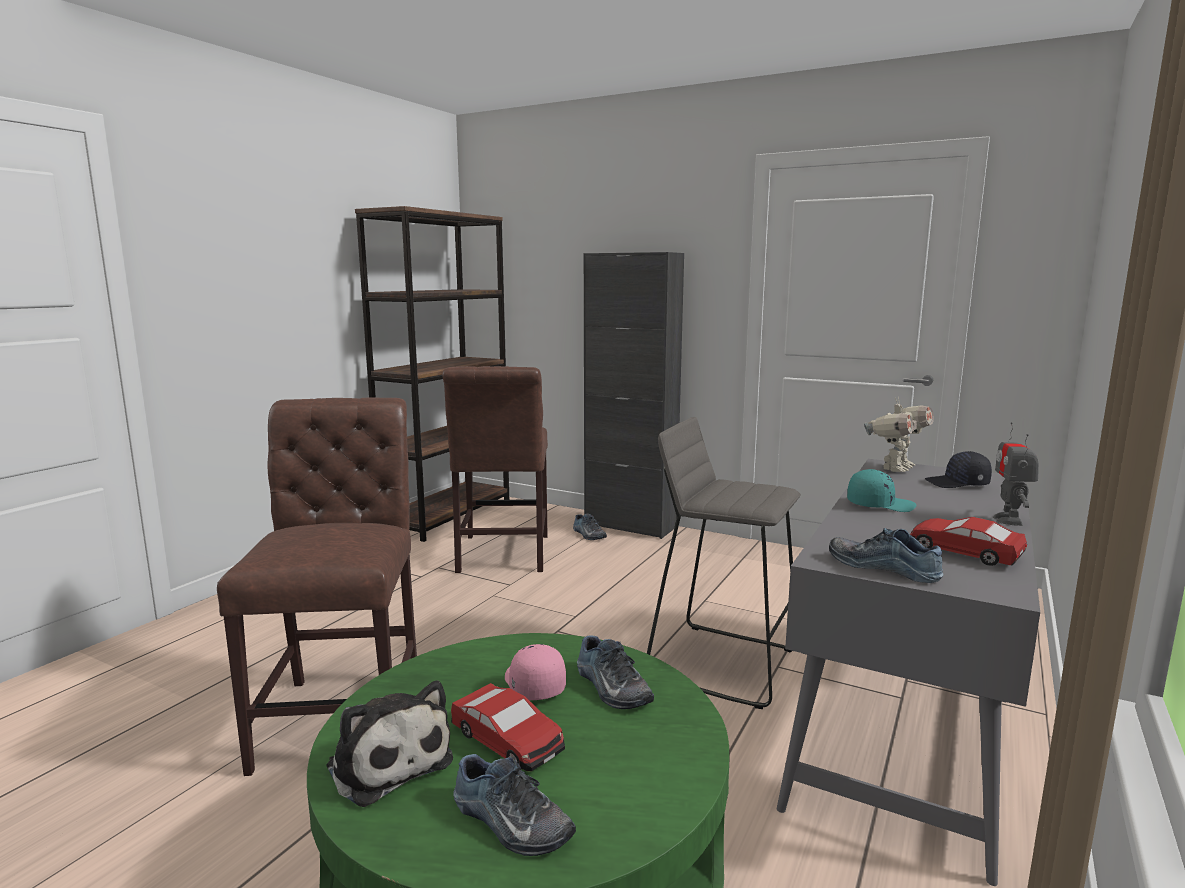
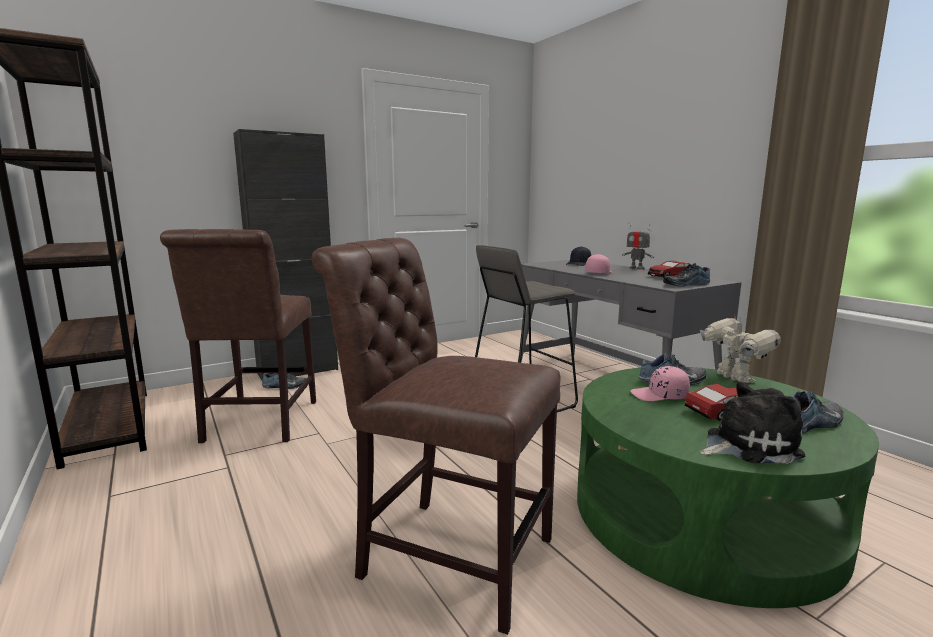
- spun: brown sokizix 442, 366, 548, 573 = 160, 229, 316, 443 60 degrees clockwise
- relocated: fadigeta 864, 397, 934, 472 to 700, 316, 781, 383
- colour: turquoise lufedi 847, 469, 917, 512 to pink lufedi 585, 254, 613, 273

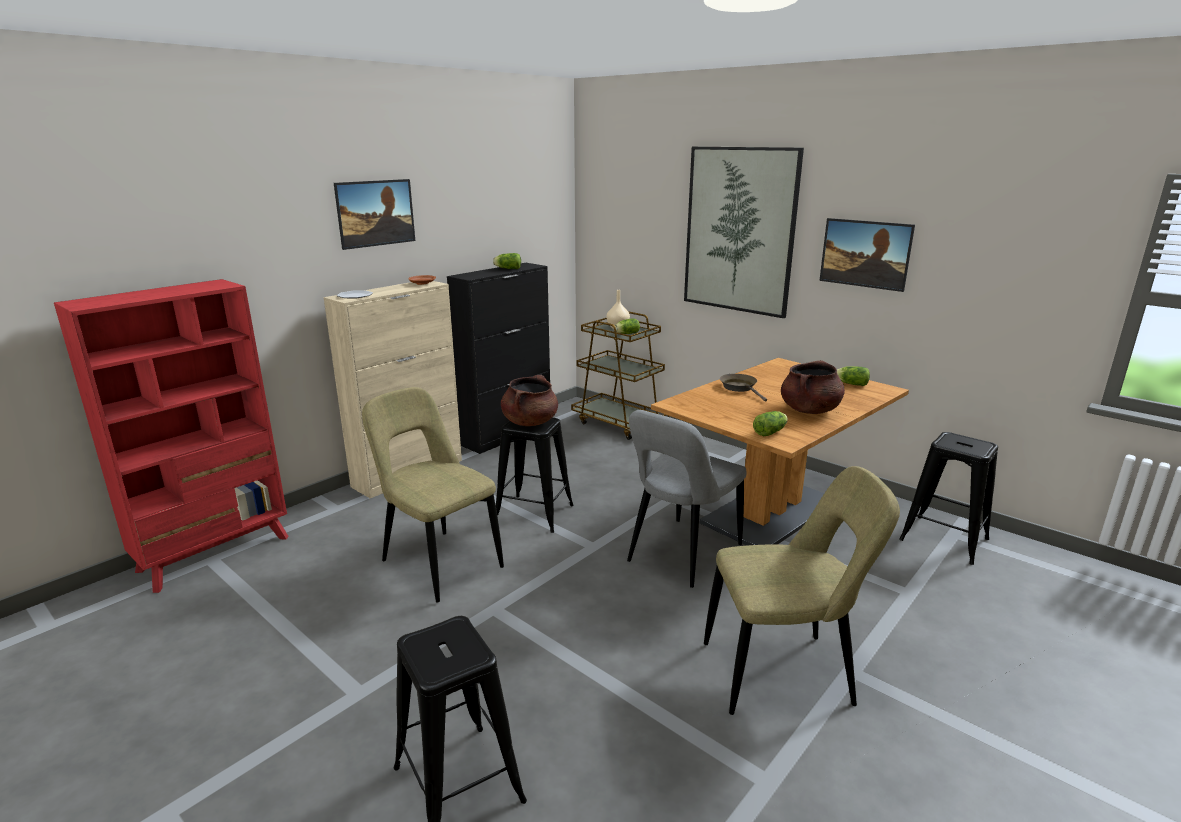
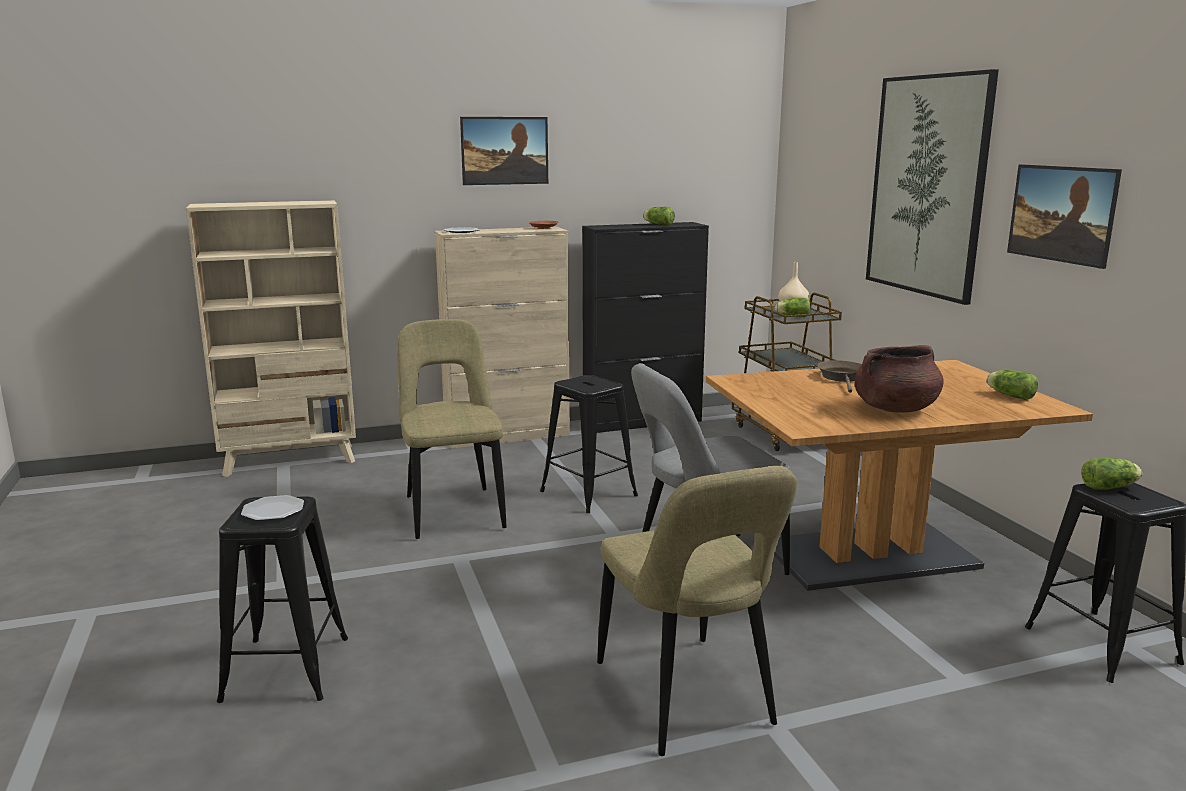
- colour: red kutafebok 54, 279, 288, 593 to beige kutafebok 186, 200, 356, 477
- missing: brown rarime 501, 375, 558, 426
- relocated: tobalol 753, 411, 788, 436 to 1081, 458, 1142, 490
- spun: beige sokizix 704, 466, 900, 715 = 597, 466, 797, 756 45 degrees clockwise
- appeared: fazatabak 241, 495, 304, 521

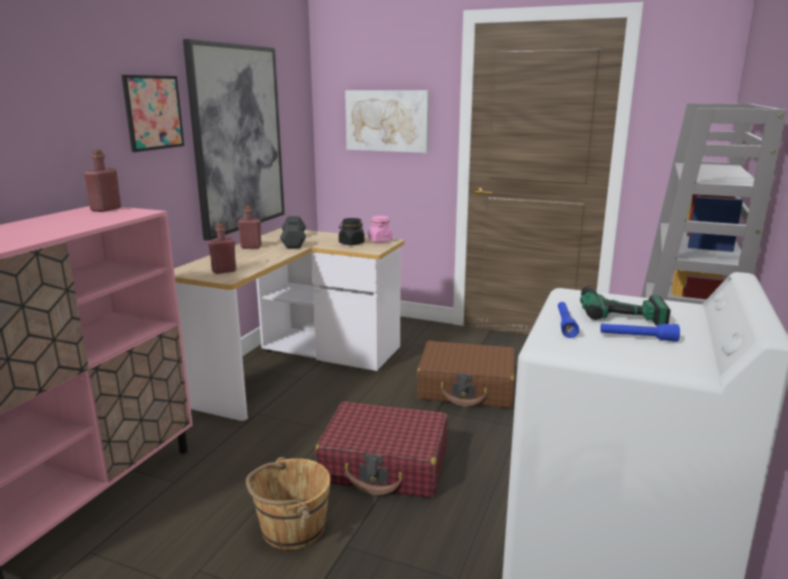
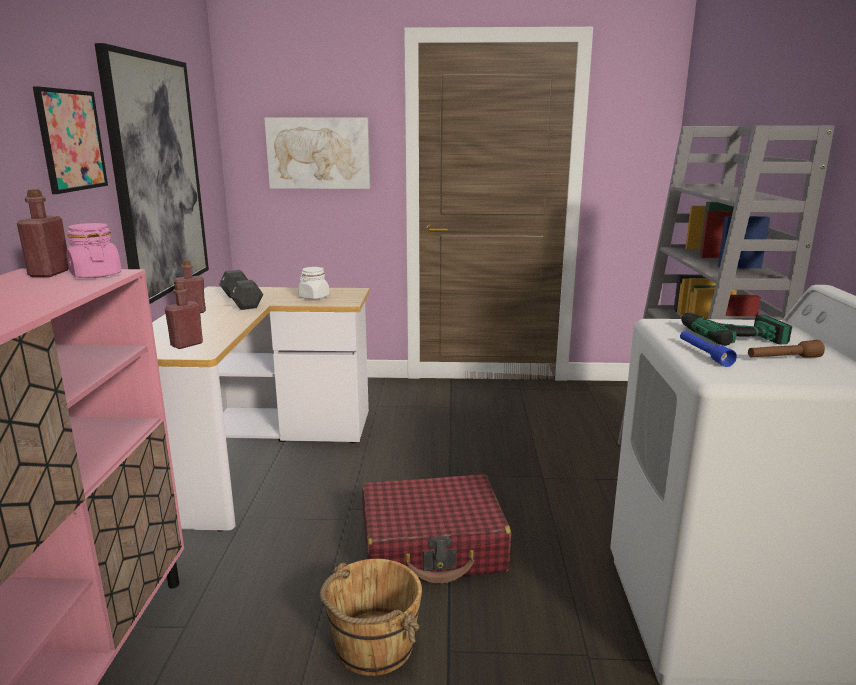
- relocated: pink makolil 369, 216, 392, 242 to 66, 223, 122, 278
- colour: black makolil 339, 218, 365, 245 to white makolil 298, 267, 329, 299
- colour: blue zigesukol 600, 324, 680, 342 to brown zigesukol 748, 340, 825, 357
- missing: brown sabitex 417, 341, 515, 408

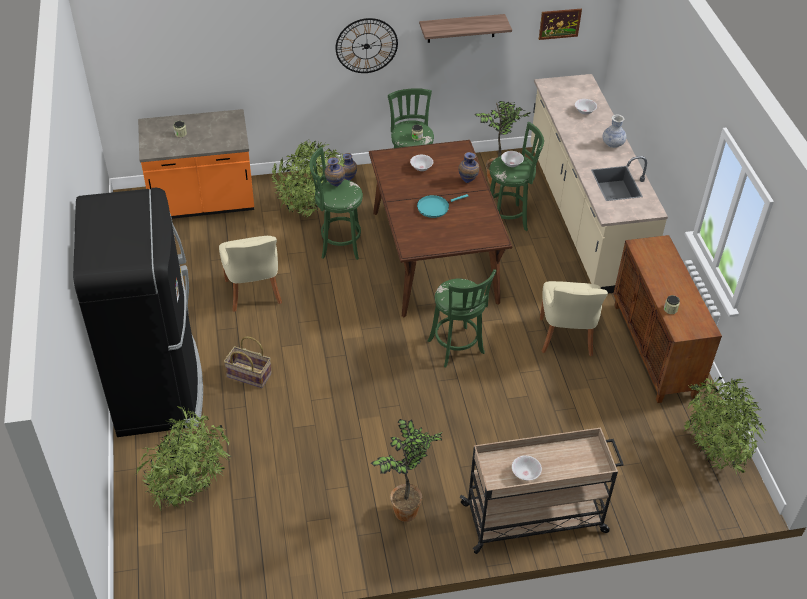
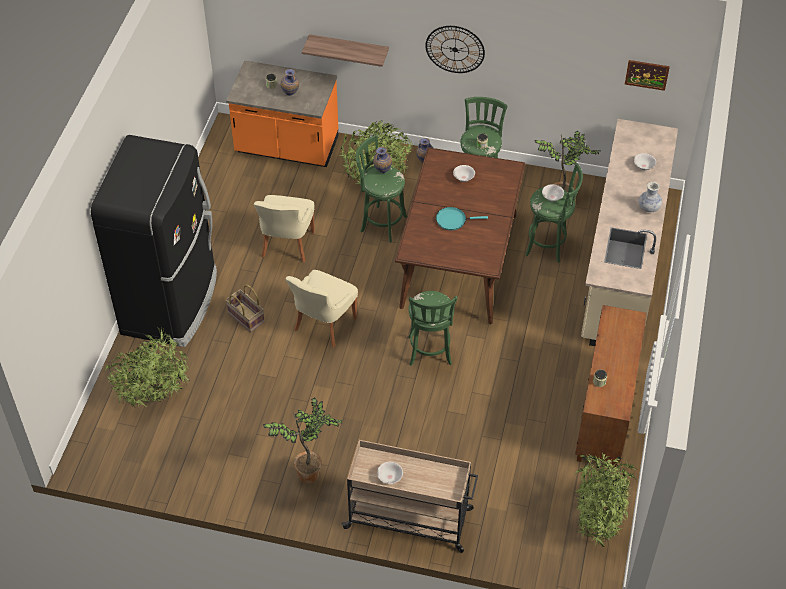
- relocated: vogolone 419, 14, 512, 43 to 302, 34, 389, 67
- relocated: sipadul 459, 152, 479, 183 to 281, 69, 299, 96
- relocated: beige sokizix 540, 281, 608, 356 to 285, 270, 358, 347

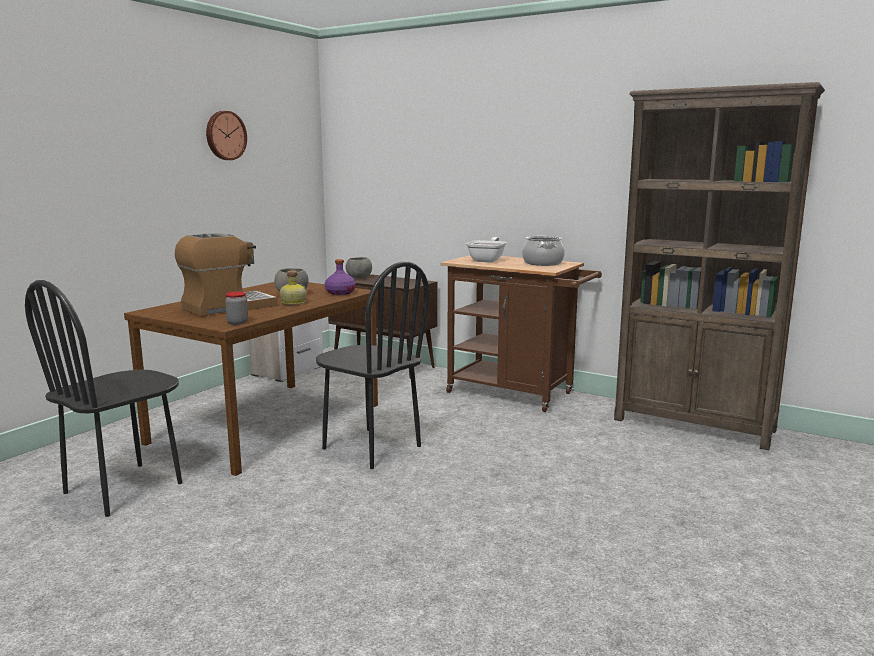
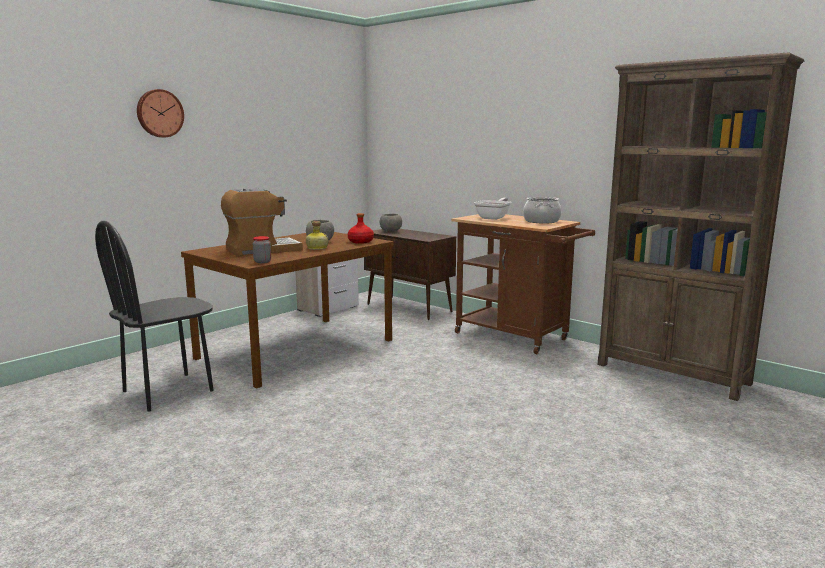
- relocated: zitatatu 206, 111, 247, 160 to 137, 89, 184, 138
- colour: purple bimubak 325, 259, 356, 295 to red bimubak 348, 213, 374, 244
- missing: black sokizix 316, 261, 429, 469

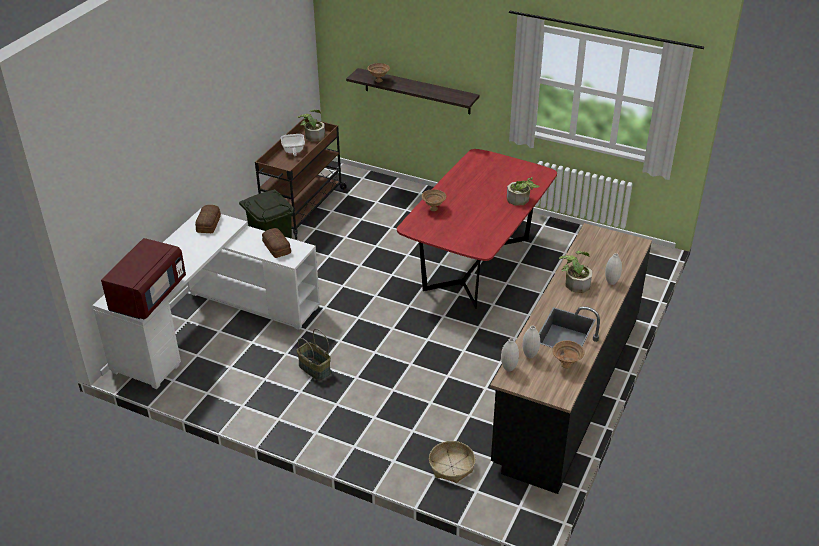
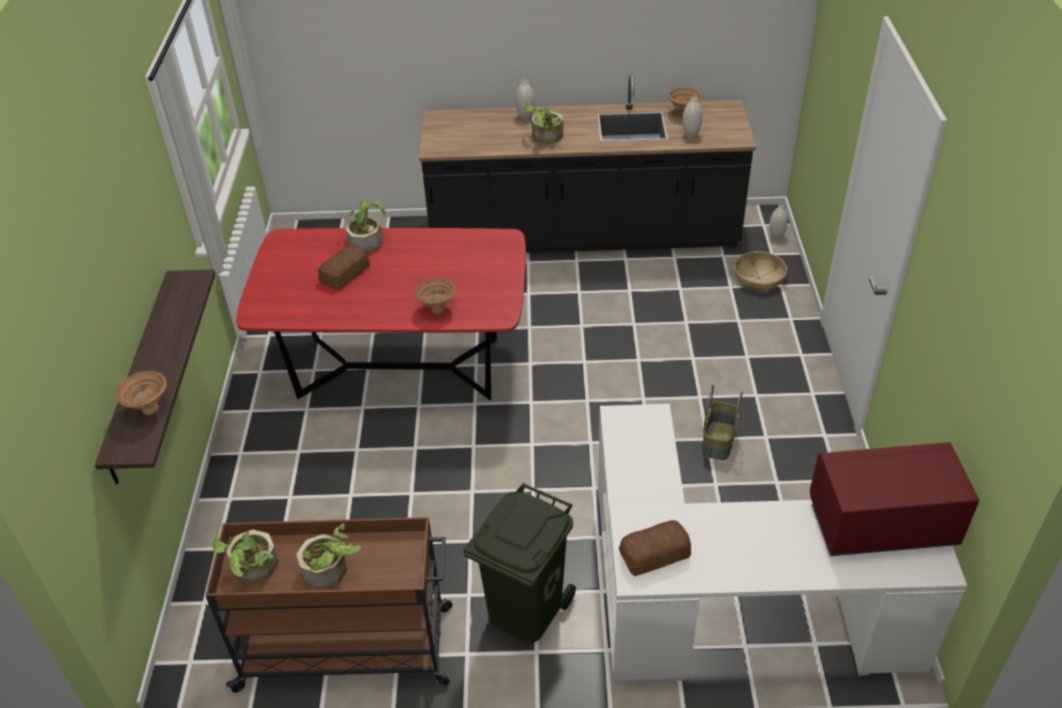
- exchanged: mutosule 281, 134, 305, 156 to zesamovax 296, 523, 361, 590
- relocated: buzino 262, 228, 291, 258 to 318, 245, 370, 290
- relocated: white sipadul 501, 338, 519, 371 to 769, 204, 788, 240

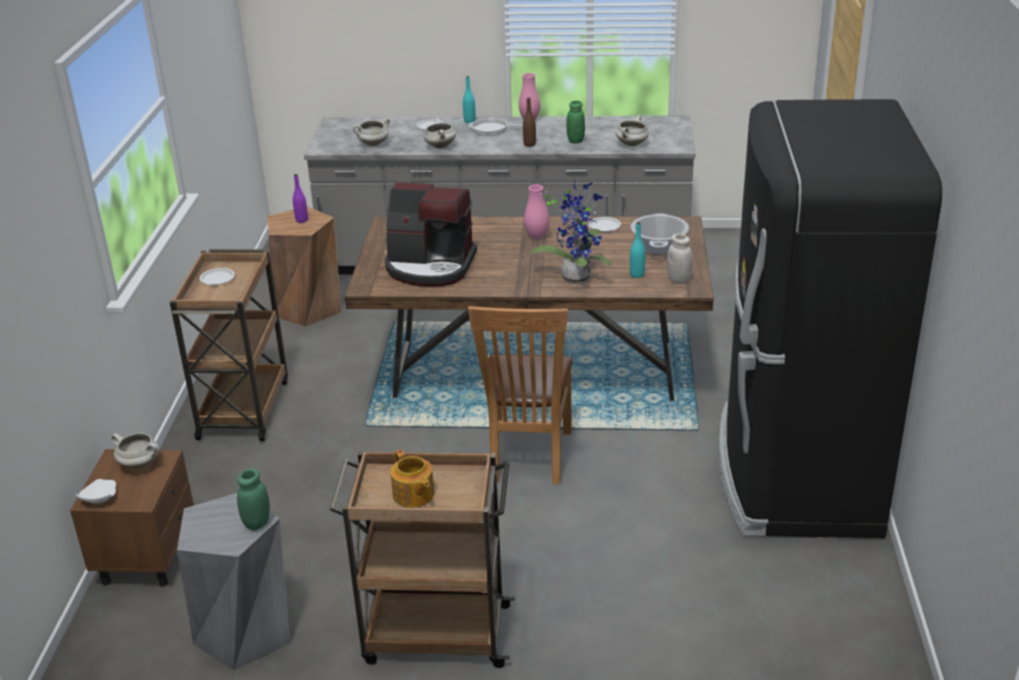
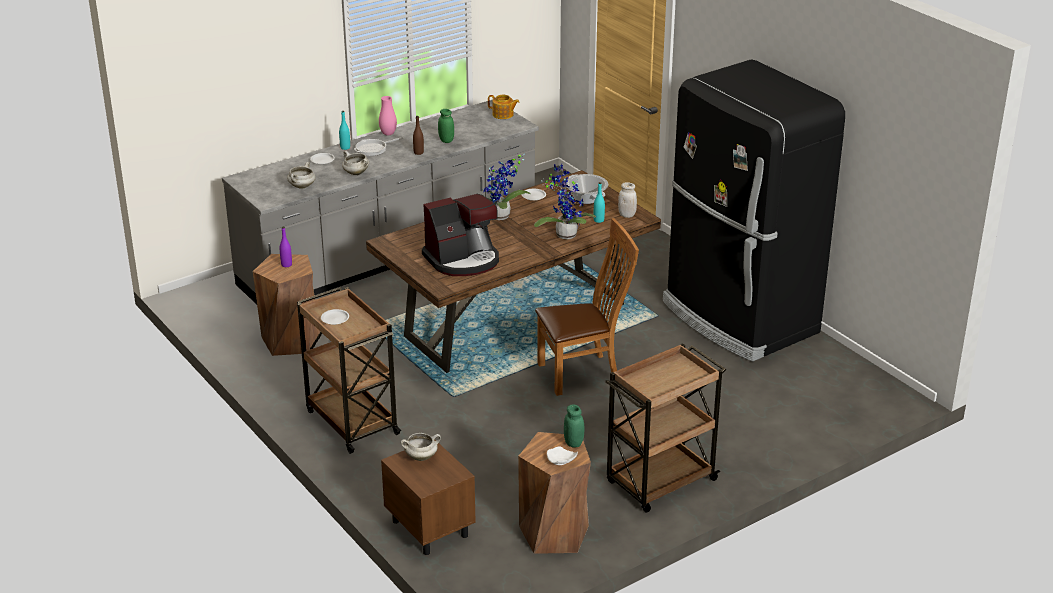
- missing: white rarime 616, 116, 649, 146
- exchanged: pink sipadul 524, 184, 549, 239 to zesamovax 483, 154, 531, 220
- spun: brown sokizix 468, 306, 573, 484 = 535, 218, 639, 396 75 degrees counterclockwise
- relocated: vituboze 391, 449, 434, 508 to 488, 95, 519, 119
- relocated: white fazatabak 75, 479, 116, 504 to 547, 446, 578, 465
- colour: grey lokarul 177, 493, 290, 671 to brown lokarul 518, 432, 591, 554

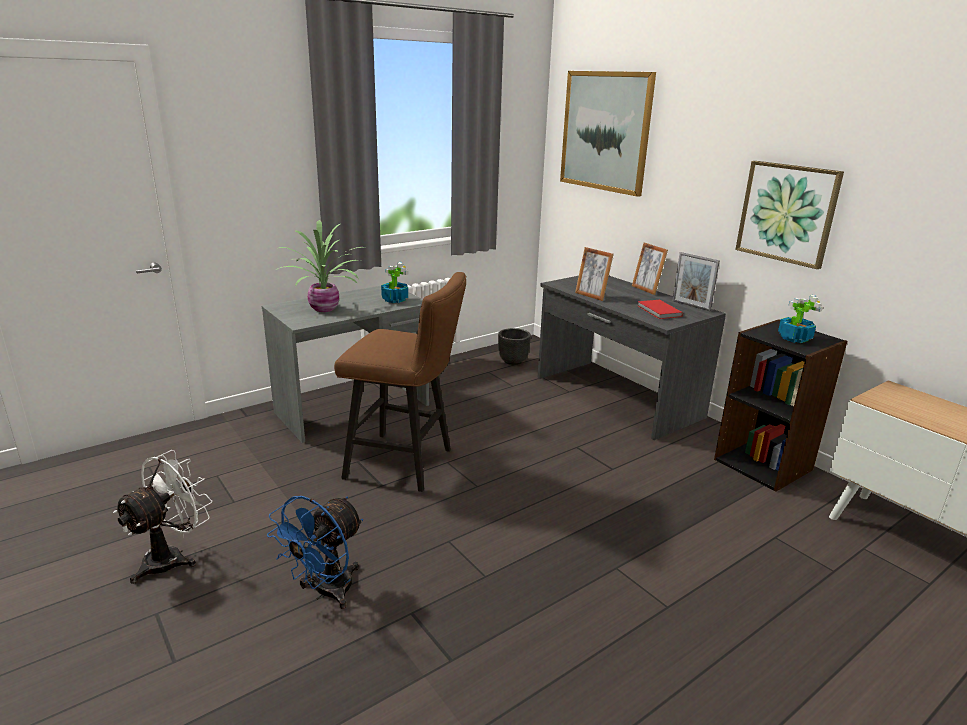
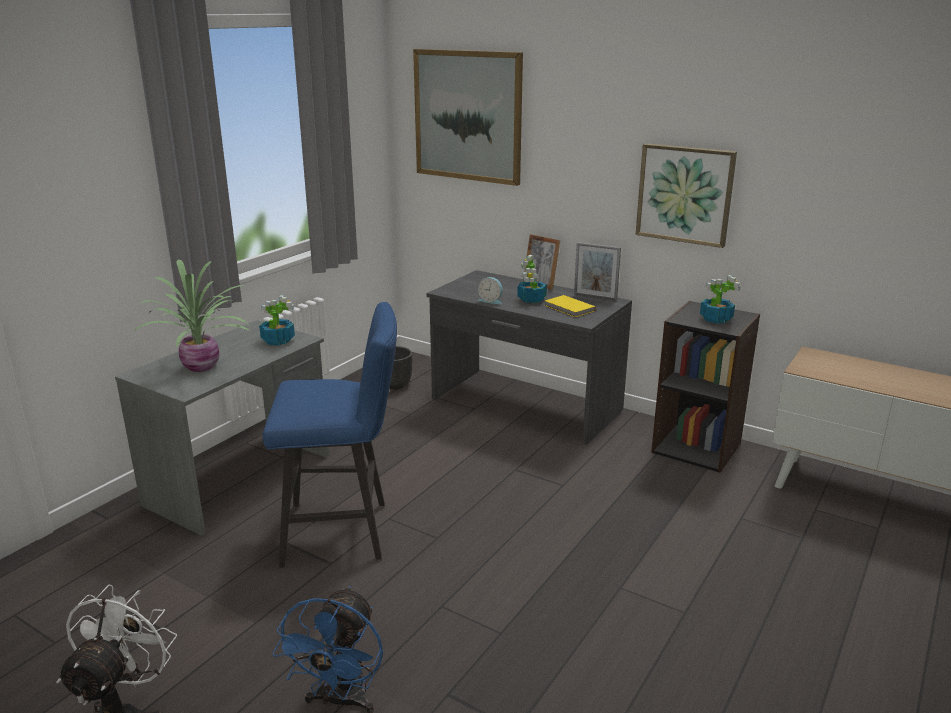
- exchanged: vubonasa 575, 247, 614, 301 to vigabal 478, 277, 503, 304
- colour: brown lokarul 334, 272, 466, 492 to blue lokarul 263, 302, 397, 568
- colour: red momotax 638, 300, 683, 319 to yellow momotax 544, 295, 596, 317
- appeared: zesamovax 517, 255, 547, 303

